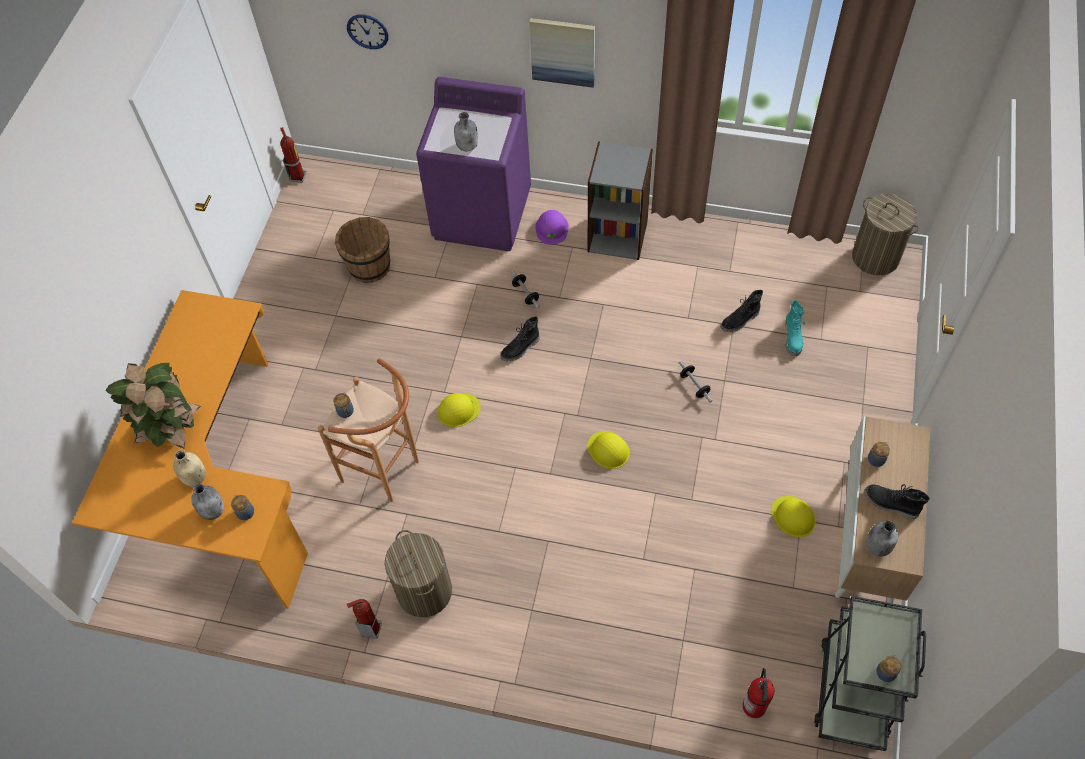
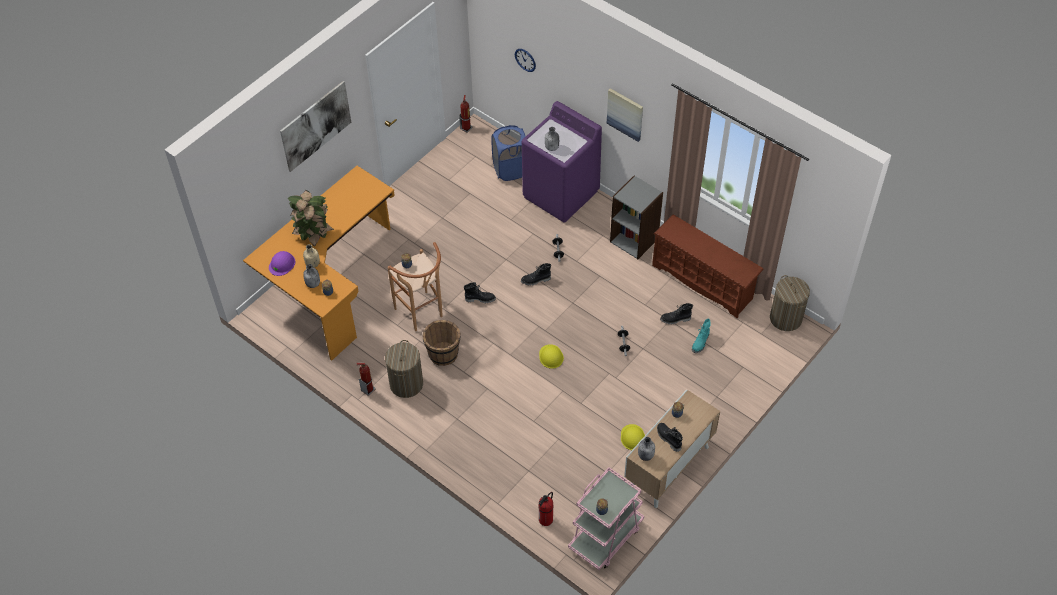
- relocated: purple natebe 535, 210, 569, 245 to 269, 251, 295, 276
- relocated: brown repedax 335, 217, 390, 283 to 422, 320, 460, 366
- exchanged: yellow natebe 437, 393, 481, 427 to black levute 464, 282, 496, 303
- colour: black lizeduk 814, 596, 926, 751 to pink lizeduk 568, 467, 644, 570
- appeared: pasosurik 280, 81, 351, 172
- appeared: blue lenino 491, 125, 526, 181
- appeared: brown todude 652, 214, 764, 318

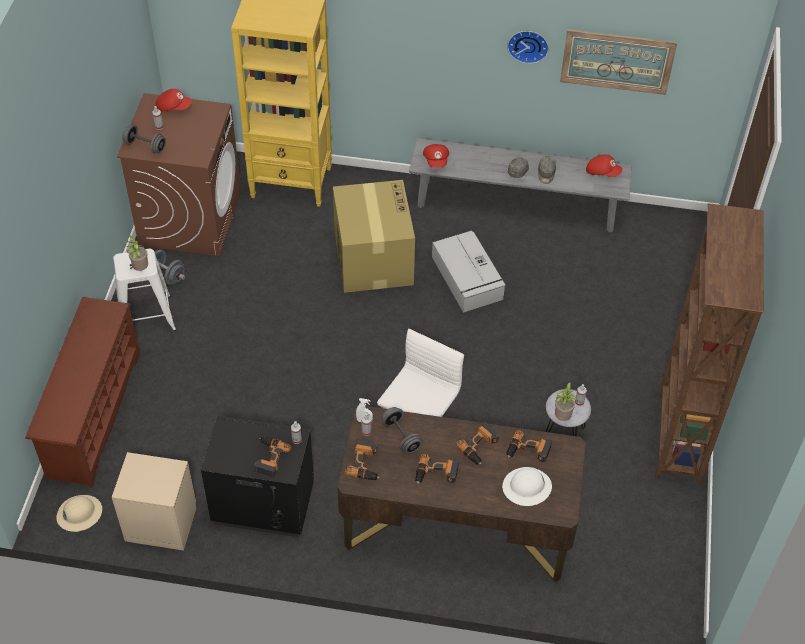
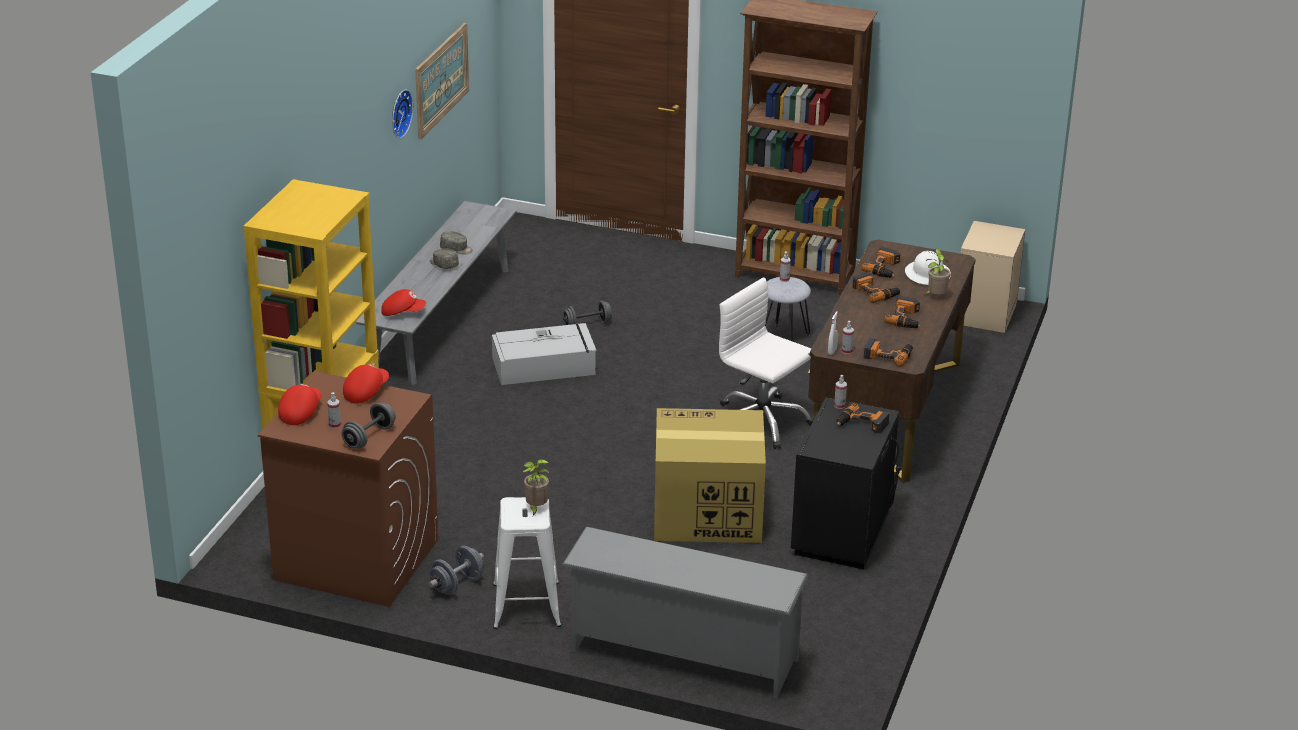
- relocated: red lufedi 586, 155, 622, 177 to 343, 364, 389, 404
- relocated: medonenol 333, 180, 415, 293 to 654, 408, 766, 543
- colour: brown todude 25, 297, 140, 488 to grey todude 562, 527, 808, 698
- relocated: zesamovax 555, 382, 577, 421 to 924, 248, 950, 295
- relocated: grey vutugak 382, 407, 422, 454 to 563, 301, 612, 325
- relocated: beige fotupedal 112, 452, 197, 551 to 960, 221, 1025, 333
- missing: beige natebe 56, 495, 102, 532

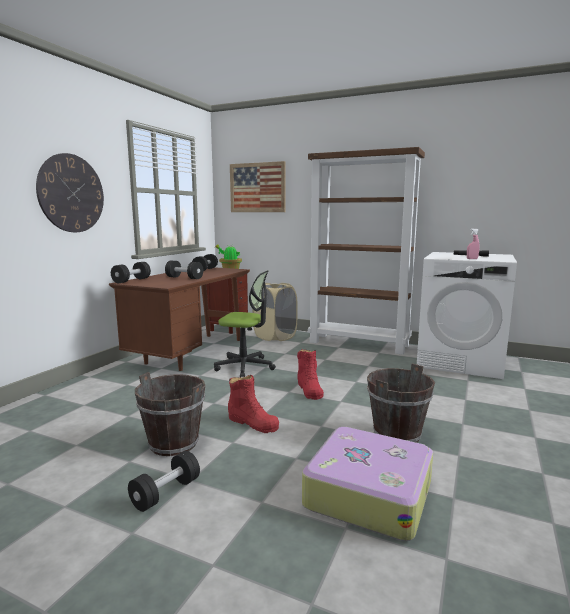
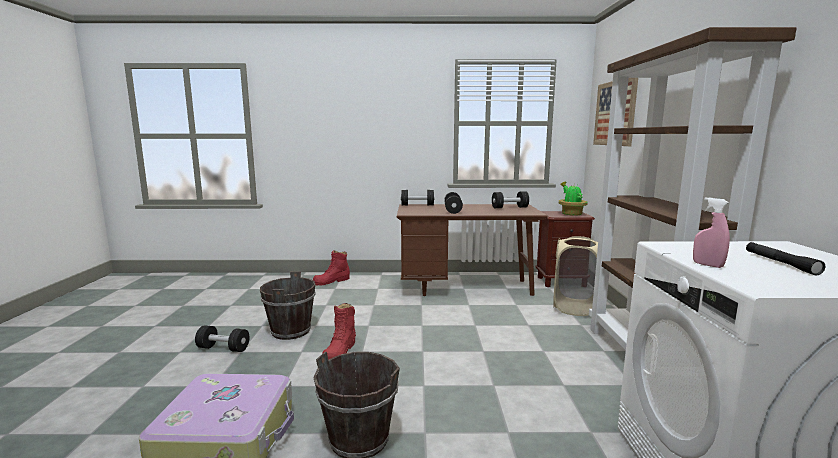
- missing: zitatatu 36, 153, 104, 232
- missing: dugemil 214, 270, 276, 378
- relocated: red levute 297, 349, 324, 400 to 313, 250, 350, 286

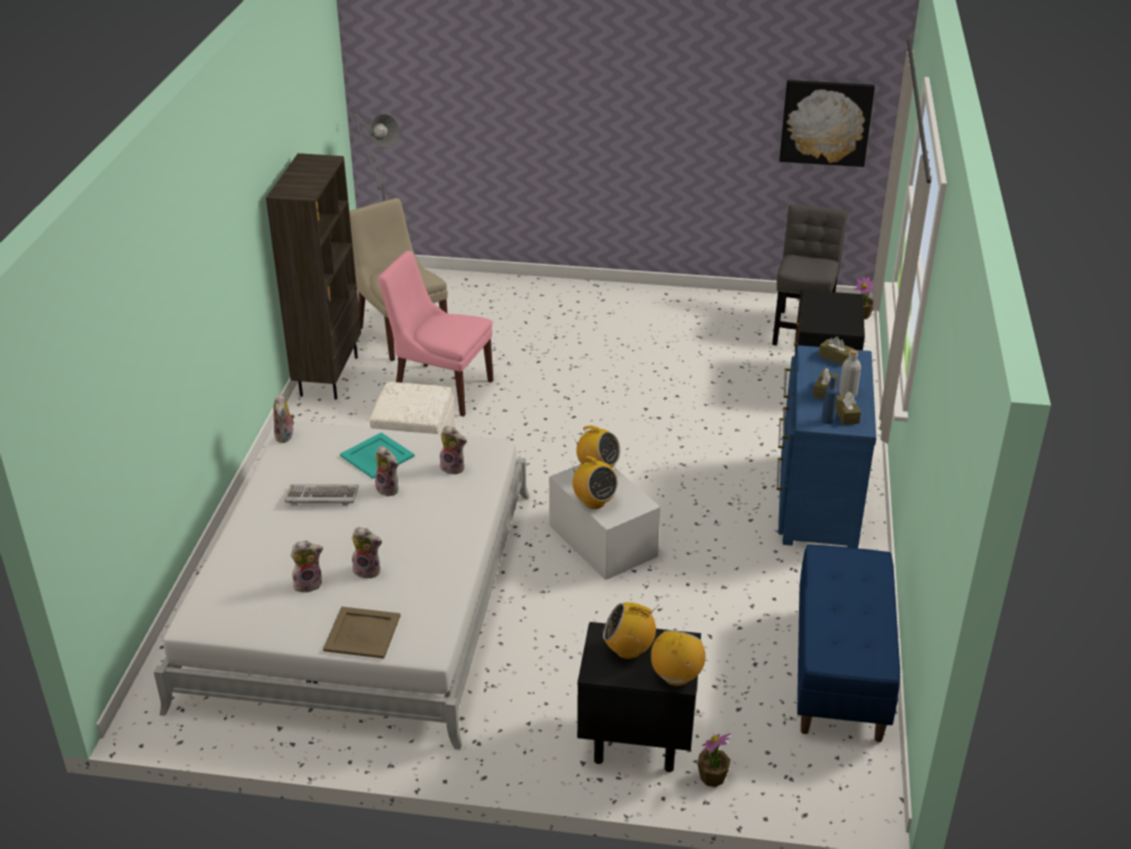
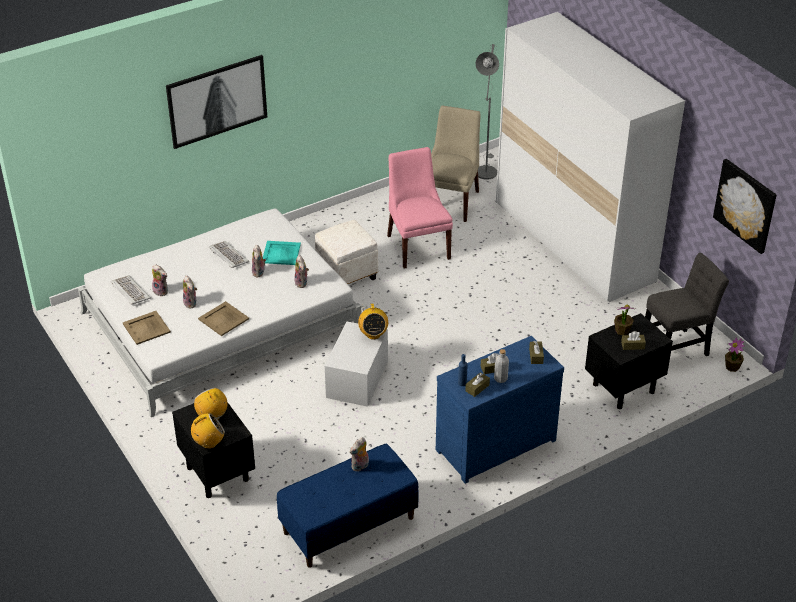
- missing: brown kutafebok 266, 153, 361, 400
- relocated: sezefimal 274, 393, 295, 443 to 350, 437, 369, 471
- missing: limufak 571, 456, 618, 509
- relocated: zesamovax 697, 733, 731, 787 to 614, 305, 636, 335
- appeared: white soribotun 496, 12, 685, 302
- appeared: pasosurik 166, 55, 267, 149
- appeared: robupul 111, 275, 151, 305
- appeared: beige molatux 198, 301, 249, 336
- appeared: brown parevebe 621, 331, 646, 350

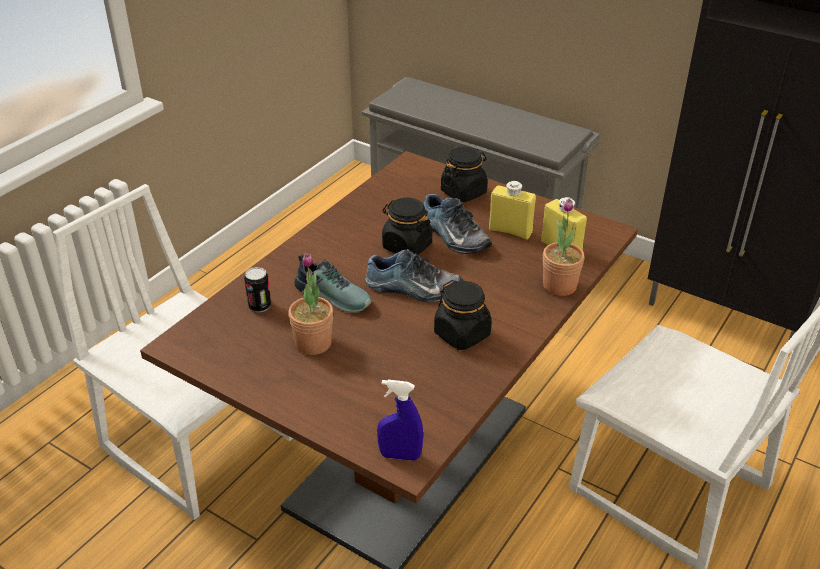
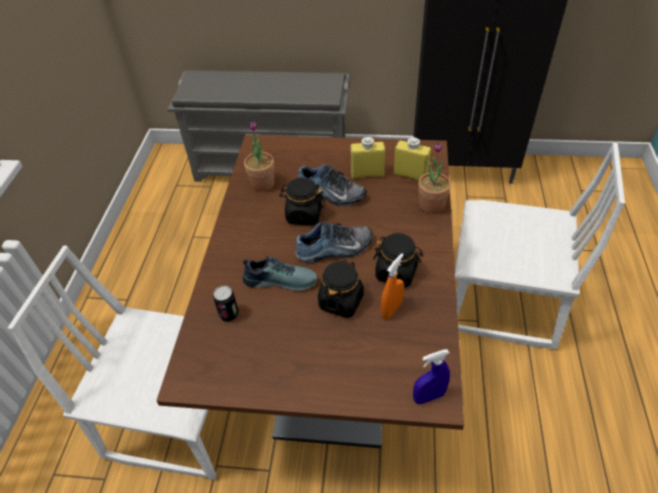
- relocated: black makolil 441, 147, 487, 202 to 318, 260, 364, 318
- relocated: zesamovax 288, 253, 333, 355 to 244, 121, 275, 192
- appeared: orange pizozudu 381, 253, 404, 319

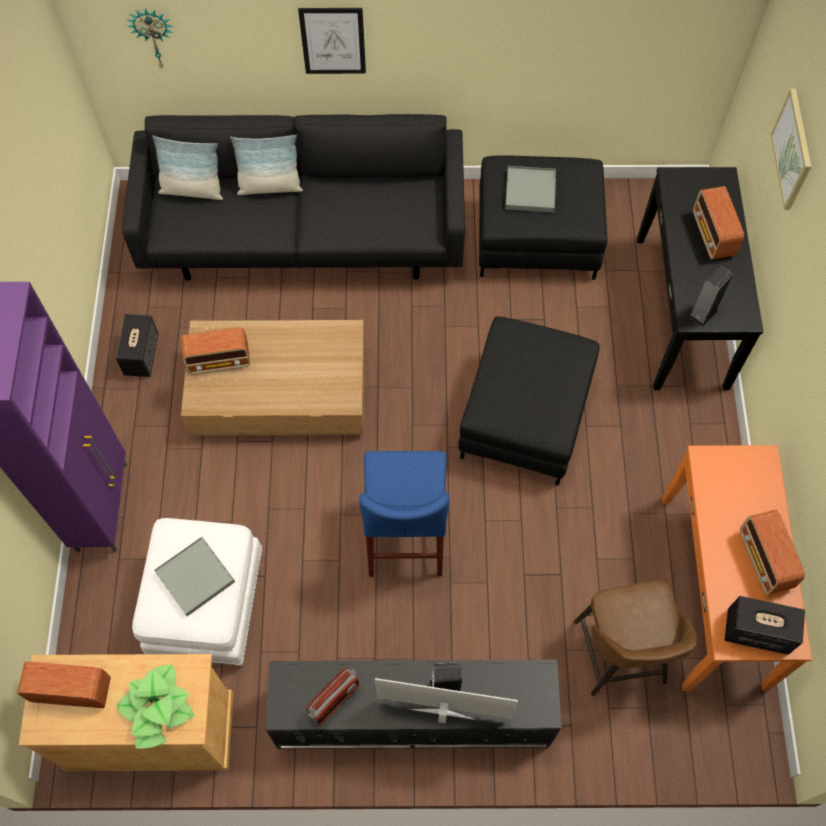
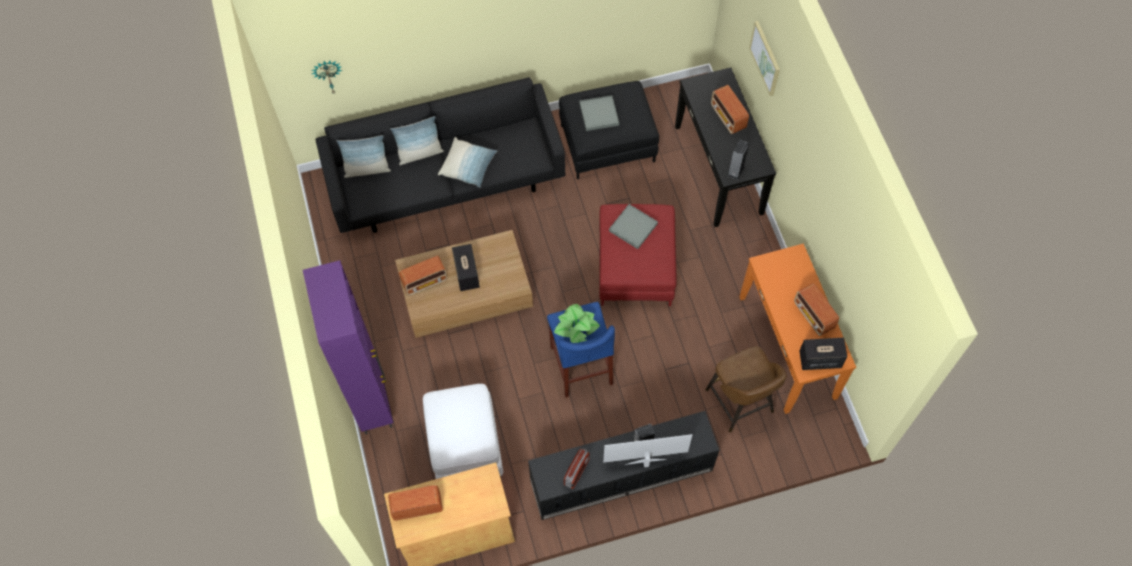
- missing: pasosurik 298, 8, 366, 74
- relocated: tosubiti 116, 314, 158, 377 to 452, 244, 480, 291
- colour: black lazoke 458, 316, 600, 485 to red lazoke 599, 204, 677, 306
- relocated: grey molatux 154, 537, 235, 616 to 609, 204, 658, 249
- relocated: zesamovax 116, 665, 195, 748 to 554, 304, 600, 343
- appeared: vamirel 438, 137, 497, 187

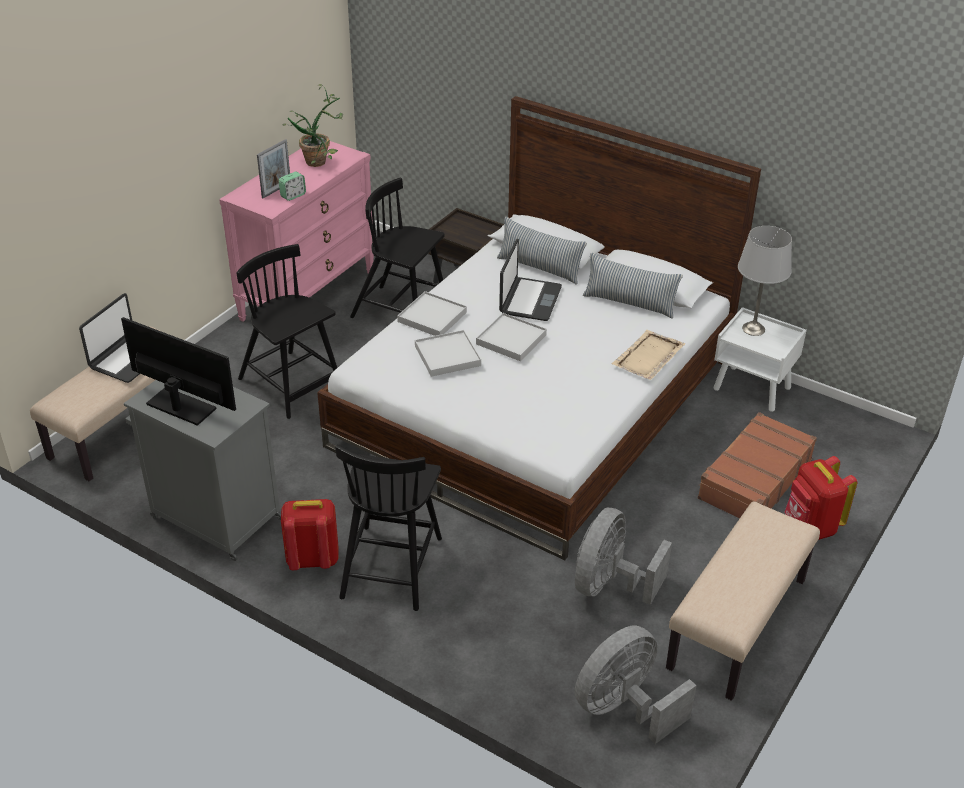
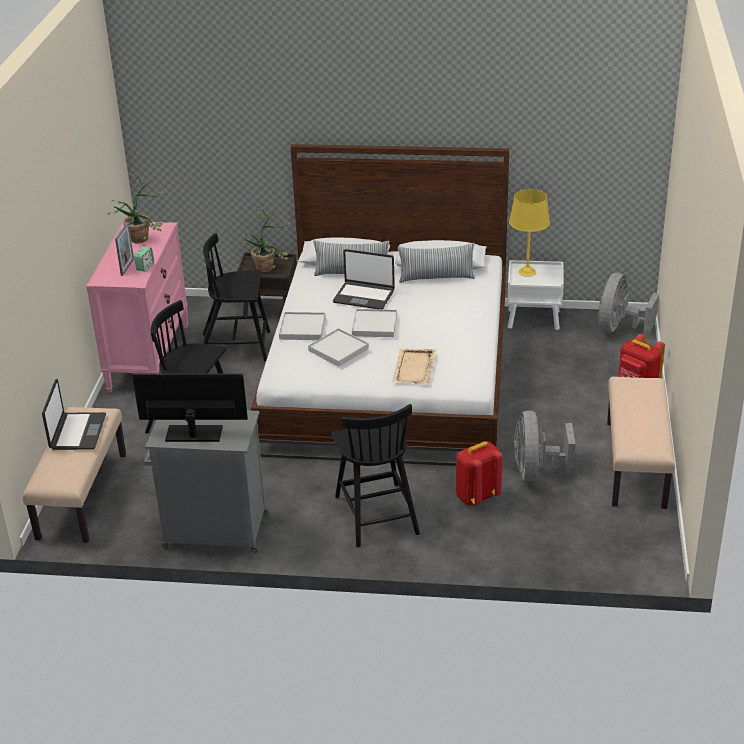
- colour: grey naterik 738, 226, 792, 336 to yellow naterik 509, 189, 550, 277
- spun: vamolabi 499, 239, 562, 321 = 333, 249, 395, 309 120 degrees clockwise
- relocated: beige molatux 612, 330, 685, 380 to 392, 348, 436, 383
- missing: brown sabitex 698, 412, 817, 519
- relocated: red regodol 281, 499, 338, 570 to 456, 441, 503, 505
- relocated: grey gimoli 575, 625, 697, 744 to 598, 273, 659, 335
- appeared: zesamovax 238, 207, 291, 272

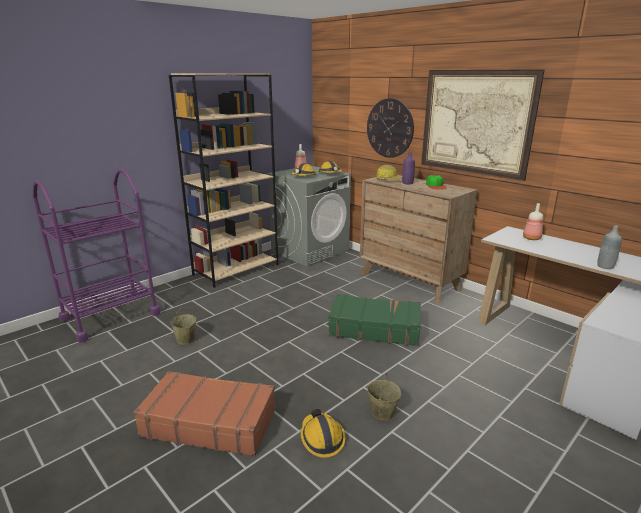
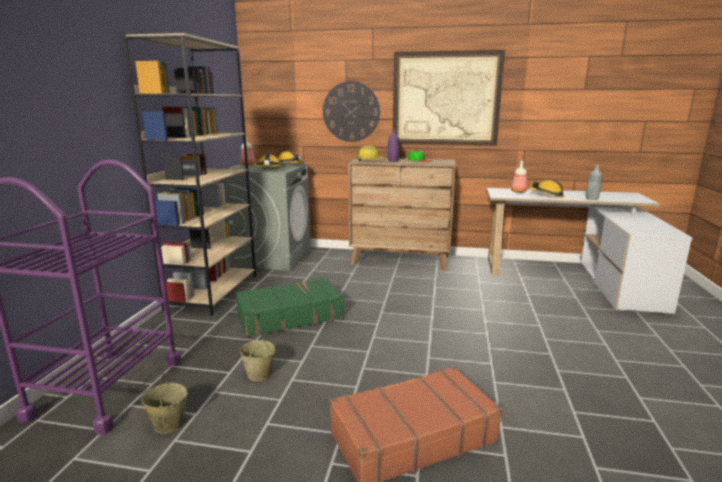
- relocated: green sabitex 328, 294, 421, 346 to 236, 278, 344, 337
- relocated: beige repedax 367, 373, 401, 421 to 141, 373, 188, 434
- relocated: natebe 301, 409, 346, 458 to 529, 179, 564, 198

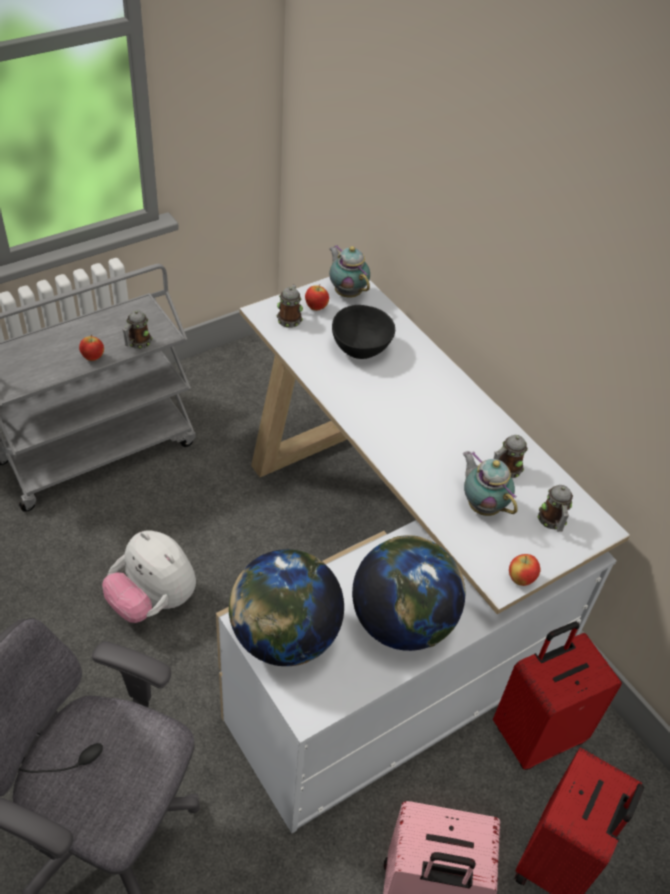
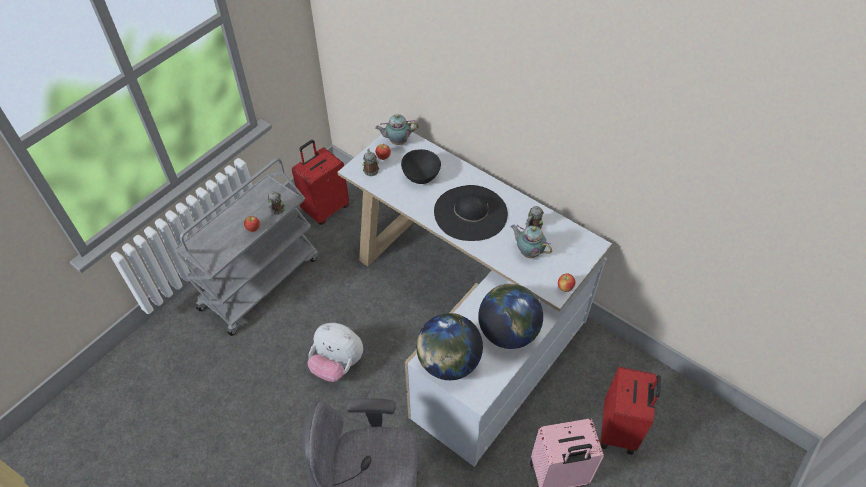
- spun: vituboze 329, 245, 370, 298 = 375, 114, 419, 145 45 degrees counterclockwise
- missing: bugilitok 538, 485, 573, 532
- relocated: red sabitex 493, 621, 622, 770 to 292, 140, 349, 225
- appeared: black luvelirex 434, 185, 508, 241

